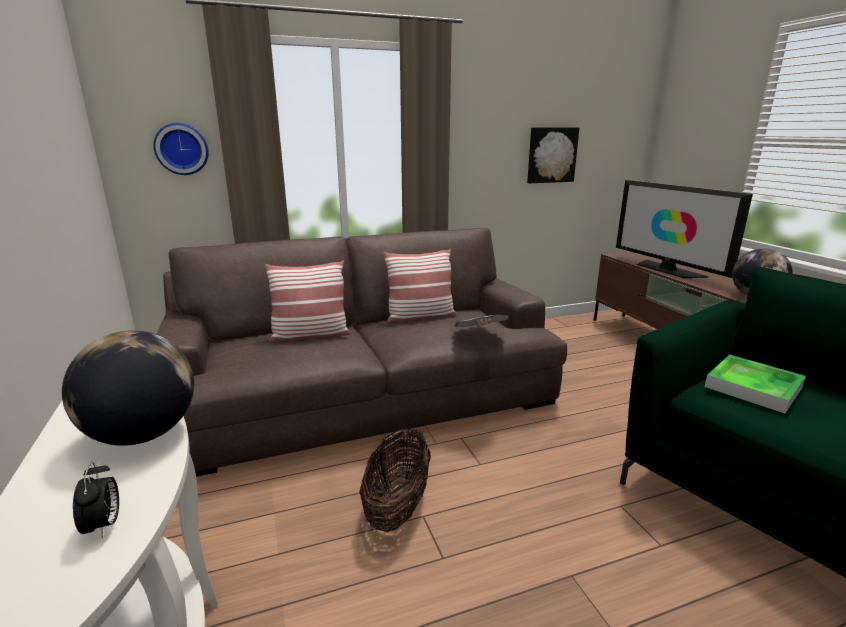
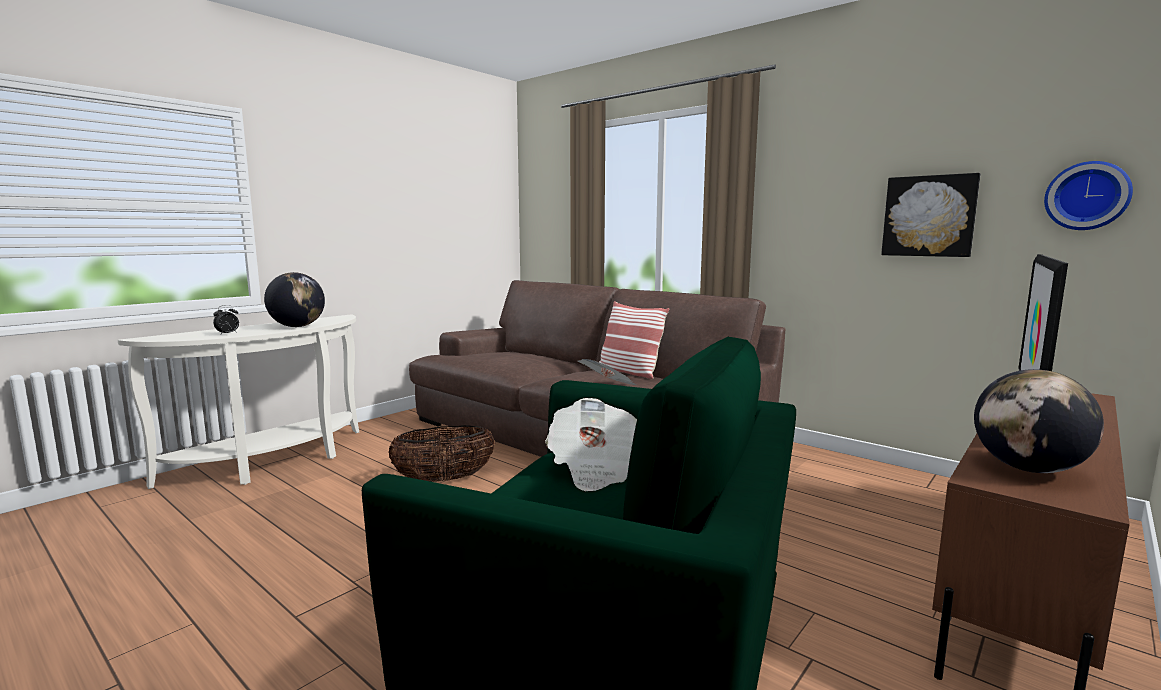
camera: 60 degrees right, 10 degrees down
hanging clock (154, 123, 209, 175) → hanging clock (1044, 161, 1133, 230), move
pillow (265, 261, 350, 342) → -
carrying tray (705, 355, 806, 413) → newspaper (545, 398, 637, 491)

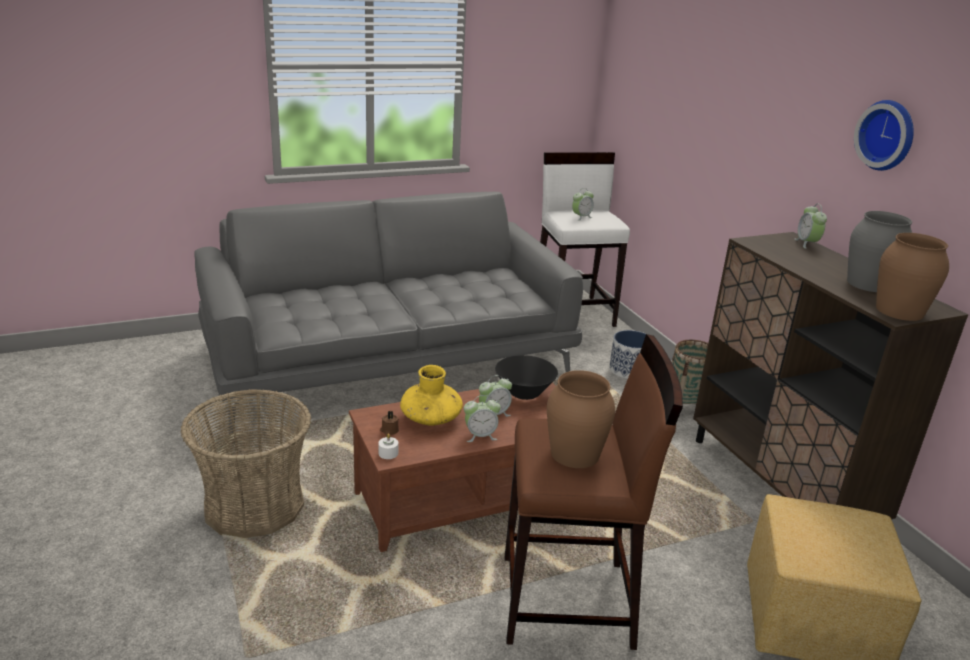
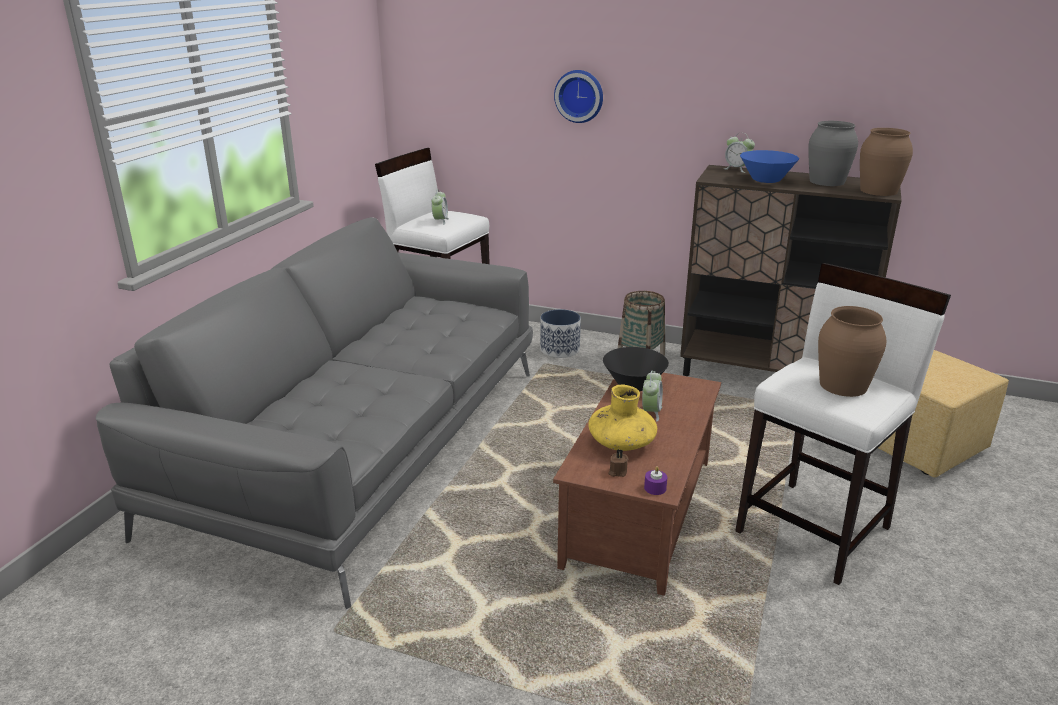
camera: 45 degrees left, 0 degrees up
household basket (180, 389, 311, 538) → -
wax light in white-coloured (378, 433, 398, 459) → wax light in purplish (644, 466, 667, 495)
table clock (464, 395, 501, 442) → -
sitting stool in brown (505, 334, 683, 650) → sitting stool in white-coloured (735, 263, 951, 585)
hanging clock (854, 100, 914, 171) → hanging clock (554, 70, 603, 123), move
- → serving bowl in blue (740, 150, 799, 183)

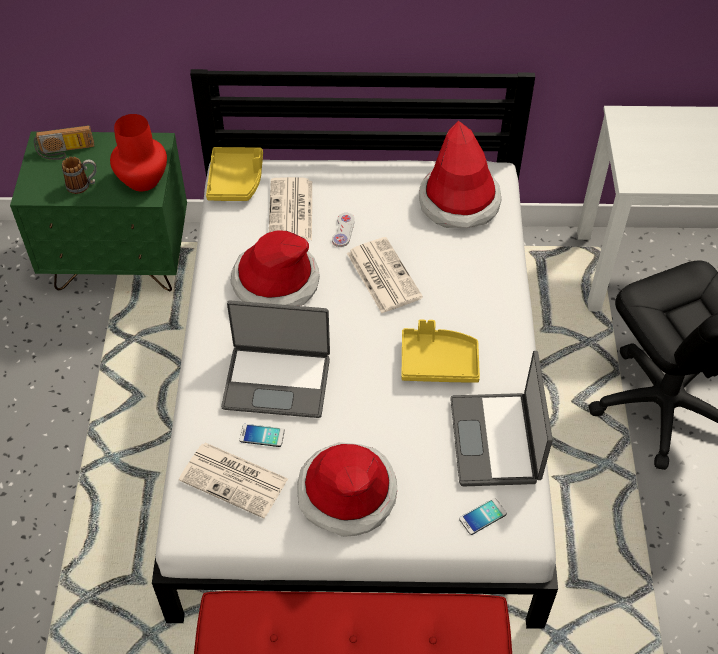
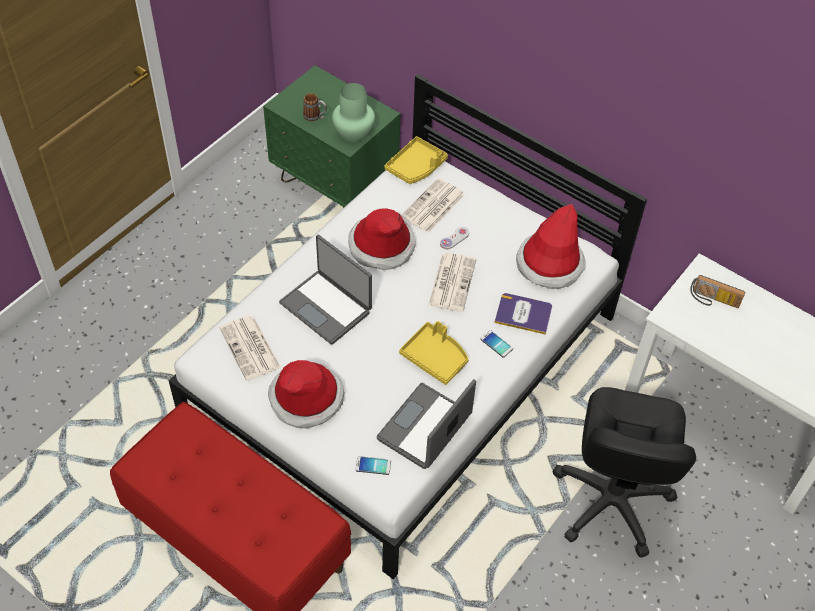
camera: 35 degrees right, 0 degrees up
radio (34, 125, 94, 160) → radio (690, 275, 745, 308), move
vase in reddish (110, 114, 167, 191) → vase in green-coloured (332, 83, 375, 142)
phone (239, 424, 285, 447) → phone (481, 330, 513, 358), move
- → book (494, 293, 552, 335)

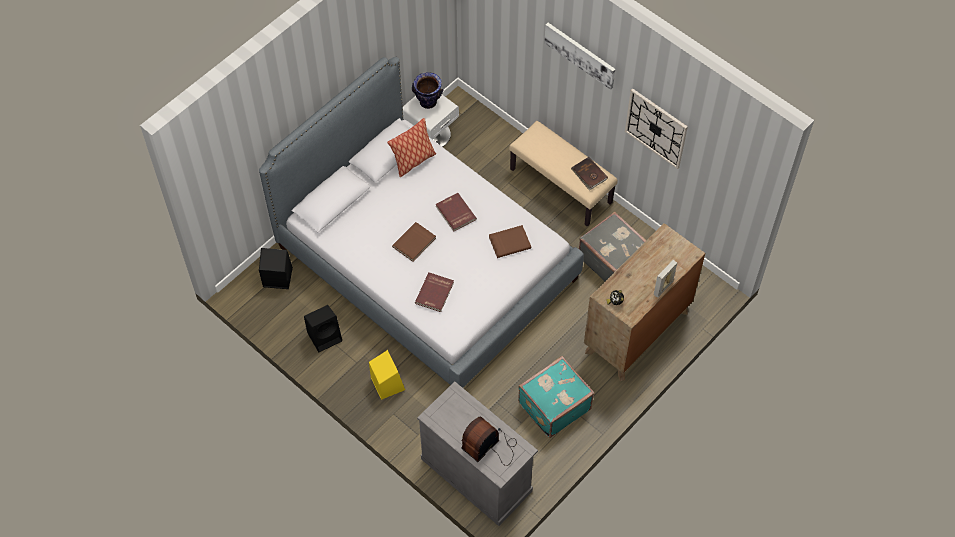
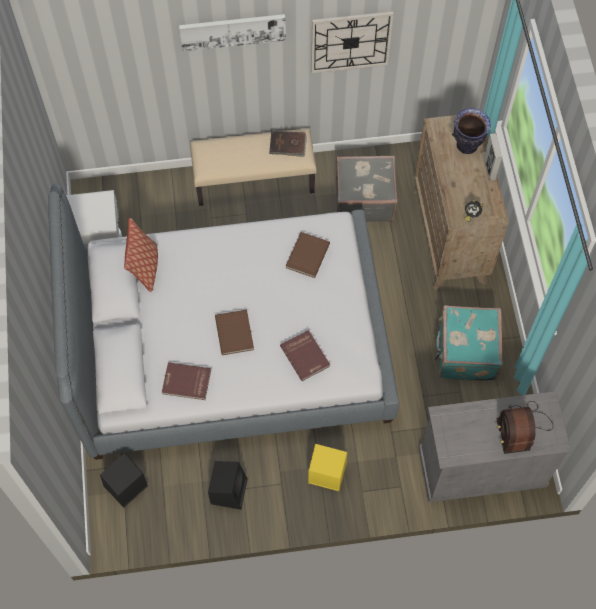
camera: 50 degrees left, 5 degrees up
vase (412, 72, 444, 109) → vase (452, 108, 491, 154), move
book in reddish (436, 193, 477, 231) → book in reddish (162, 362, 211, 400), move

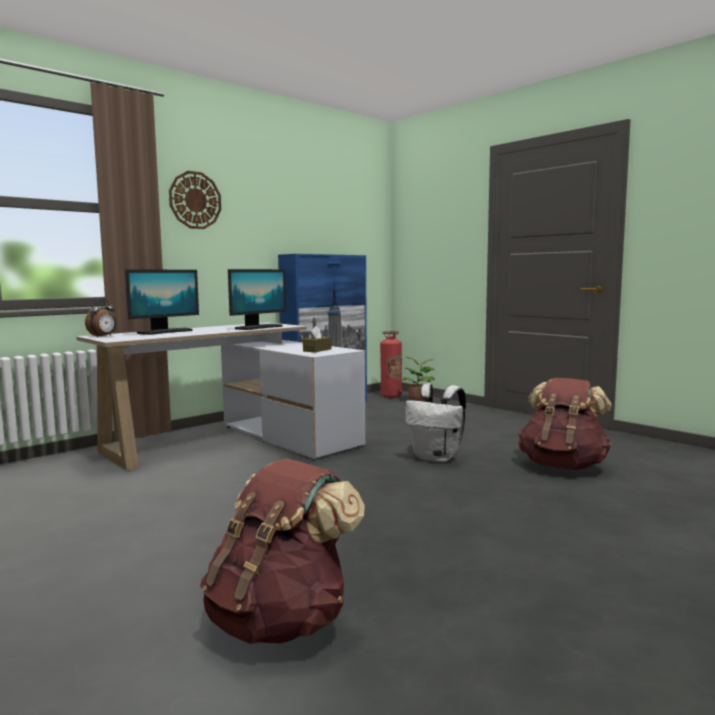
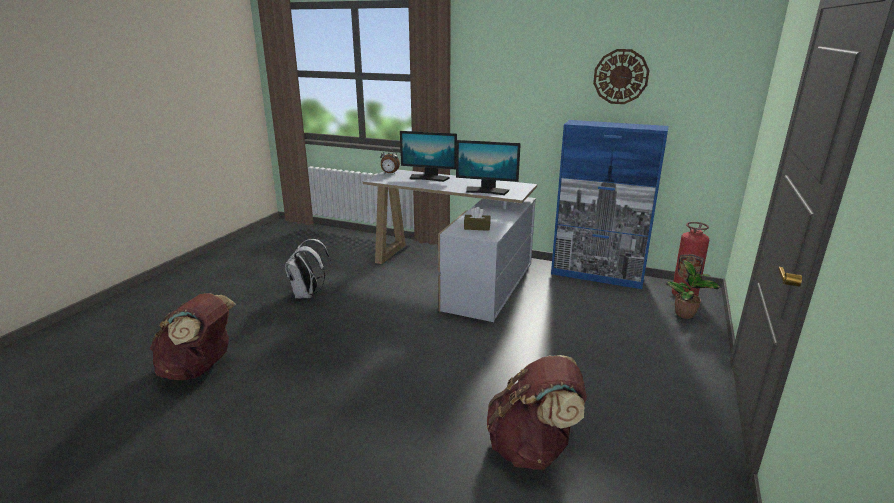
camera: 65 degrees right, 15 degrees up
hanging clock (169, 171, 221, 229) → hanging clock (593, 49, 649, 104), move
rucksack in white-coloured (405, 383, 466, 463) → rucksack in white-coloured (285, 239, 331, 299), move

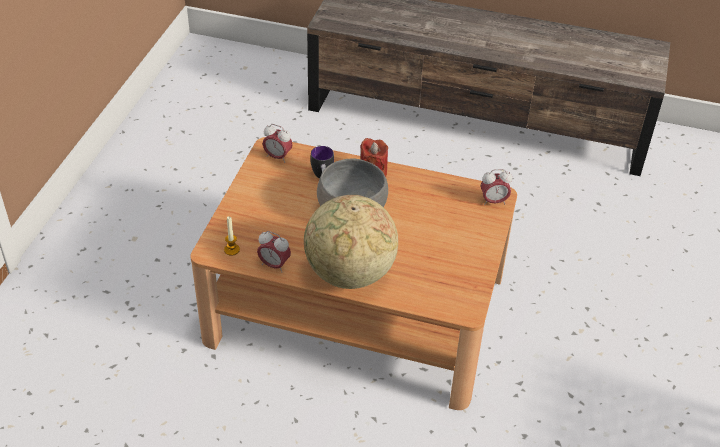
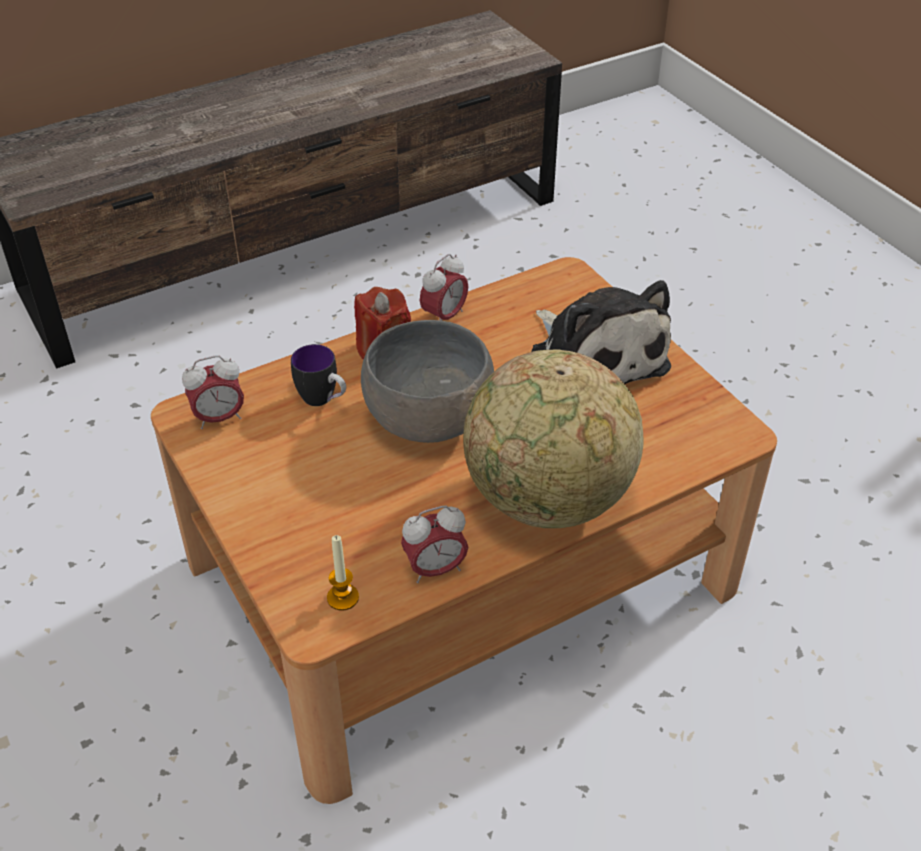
camera: 45 degrees left, 0 degrees up
table clock (481, 169, 512, 205) → table clock (420, 254, 469, 321), move
- → cuddly toy (531, 280, 671, 384)

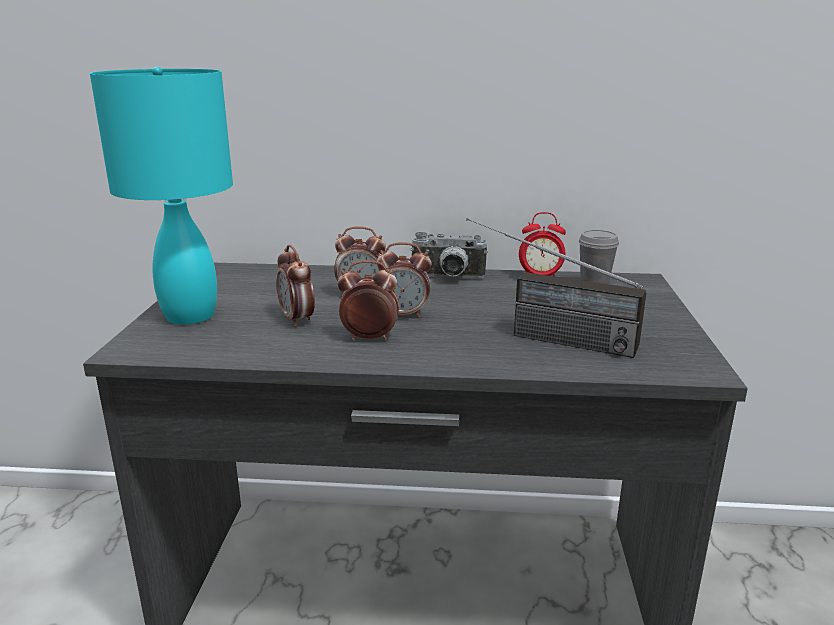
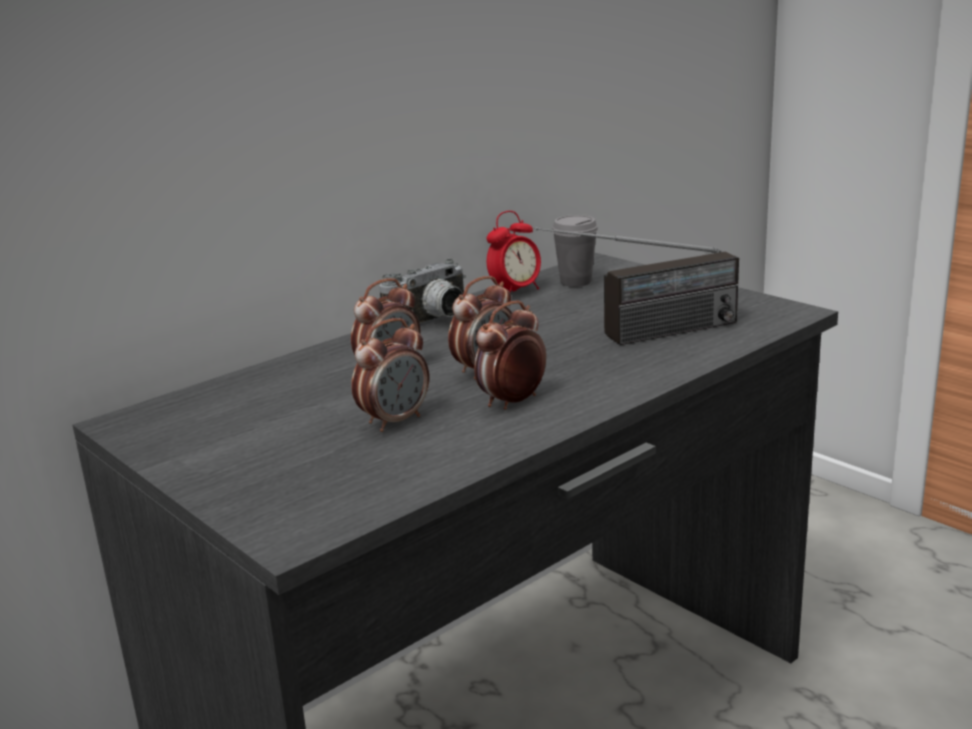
camera: 45 degrees left, 0 degrees up
lamp for a table in turquoise (90, 67, 233, 325) → -
table clock (276, 245, 315, 327) → table clock (351, 318, 429, 432), 60 degrees counterclockwise

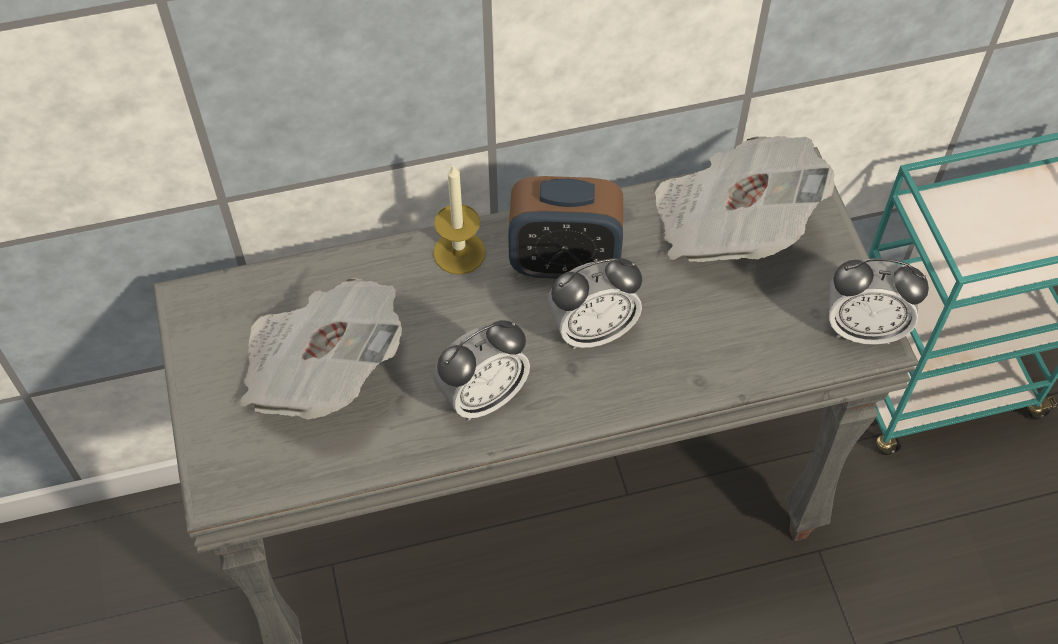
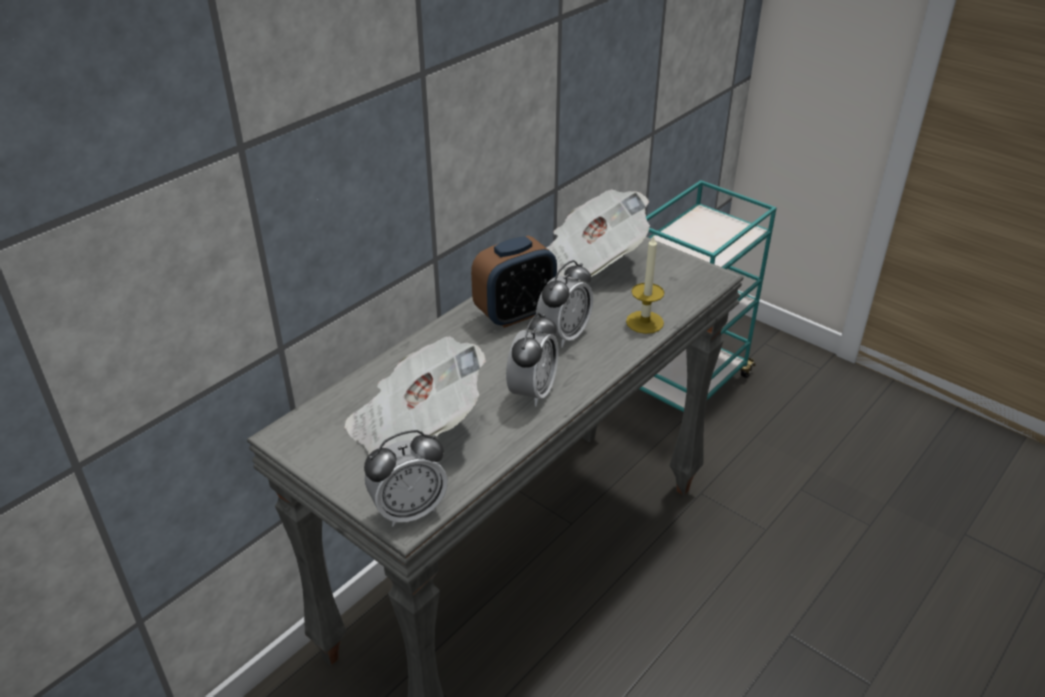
camera: 35 degrees left, 20 degrees down
wax light (433, 165, 486, 275) → wax light (626, 235, 664, 334), move
table clock (829, 258, 929, 345) → table clock (364, 430, 448, 527), move

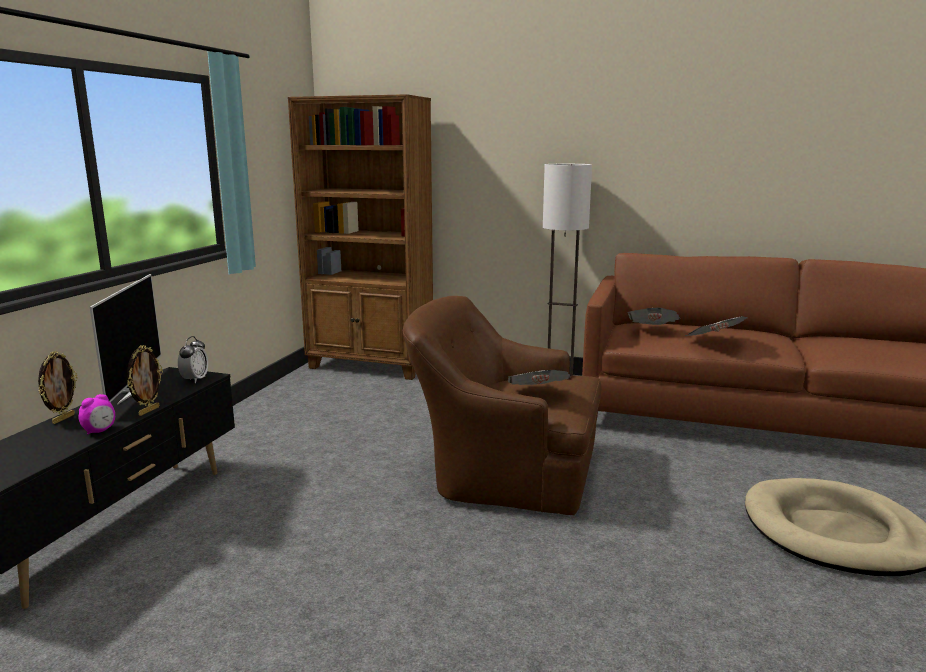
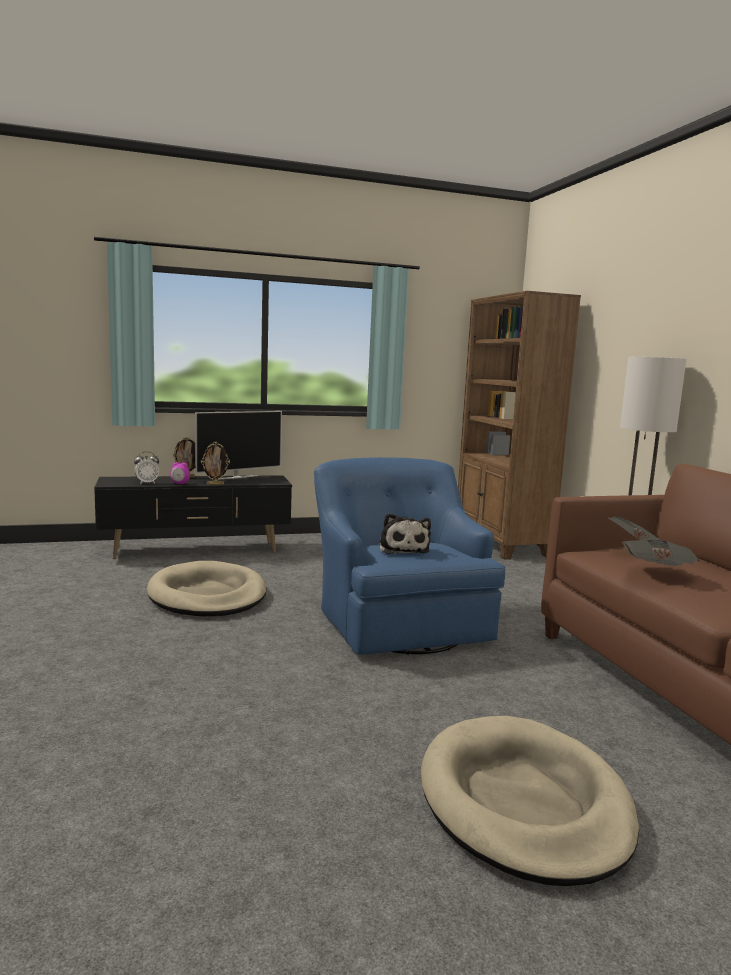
camera: 55 degrees right, 5 degrees down
table clock (178, 336, 208, 383) → table clock (134, 452, 159, 484), move
lounge chair in brown (403, 296, 601, 515) → lounge chair in blue (314, 457, 505, 655)
newspaper (508, 370, 571, 385) → cuddly toy (379, 513, 431, 554)
- → dog bed in beige (147, 561, 266, 616)

